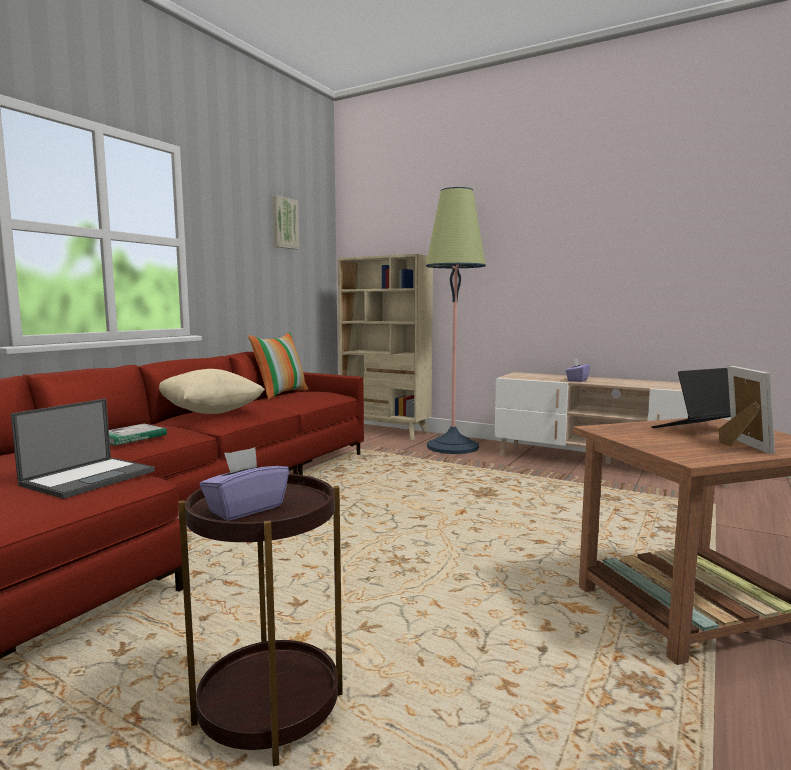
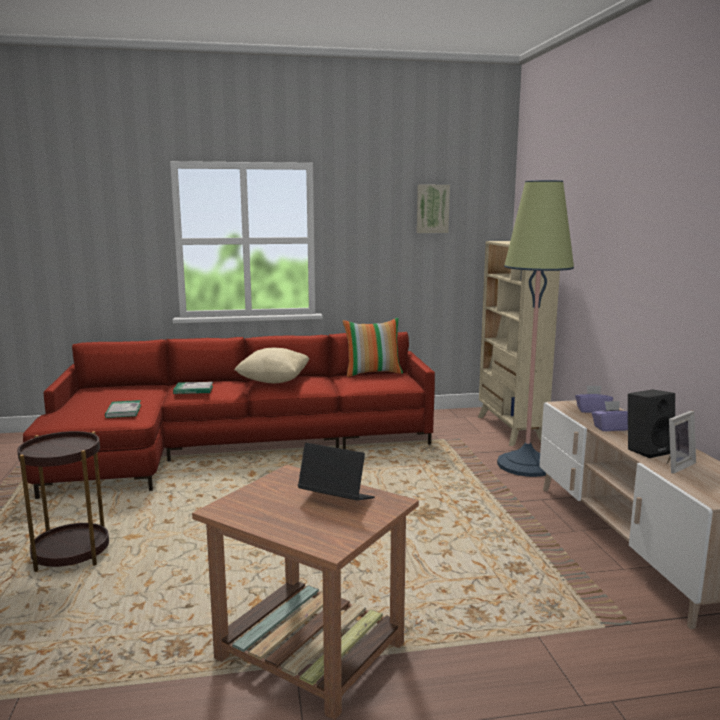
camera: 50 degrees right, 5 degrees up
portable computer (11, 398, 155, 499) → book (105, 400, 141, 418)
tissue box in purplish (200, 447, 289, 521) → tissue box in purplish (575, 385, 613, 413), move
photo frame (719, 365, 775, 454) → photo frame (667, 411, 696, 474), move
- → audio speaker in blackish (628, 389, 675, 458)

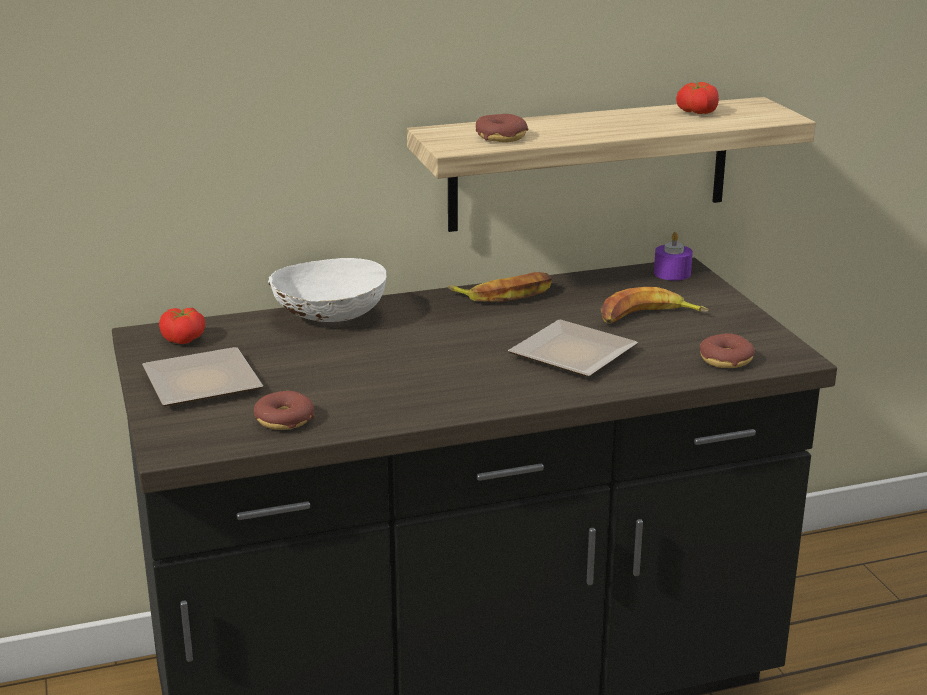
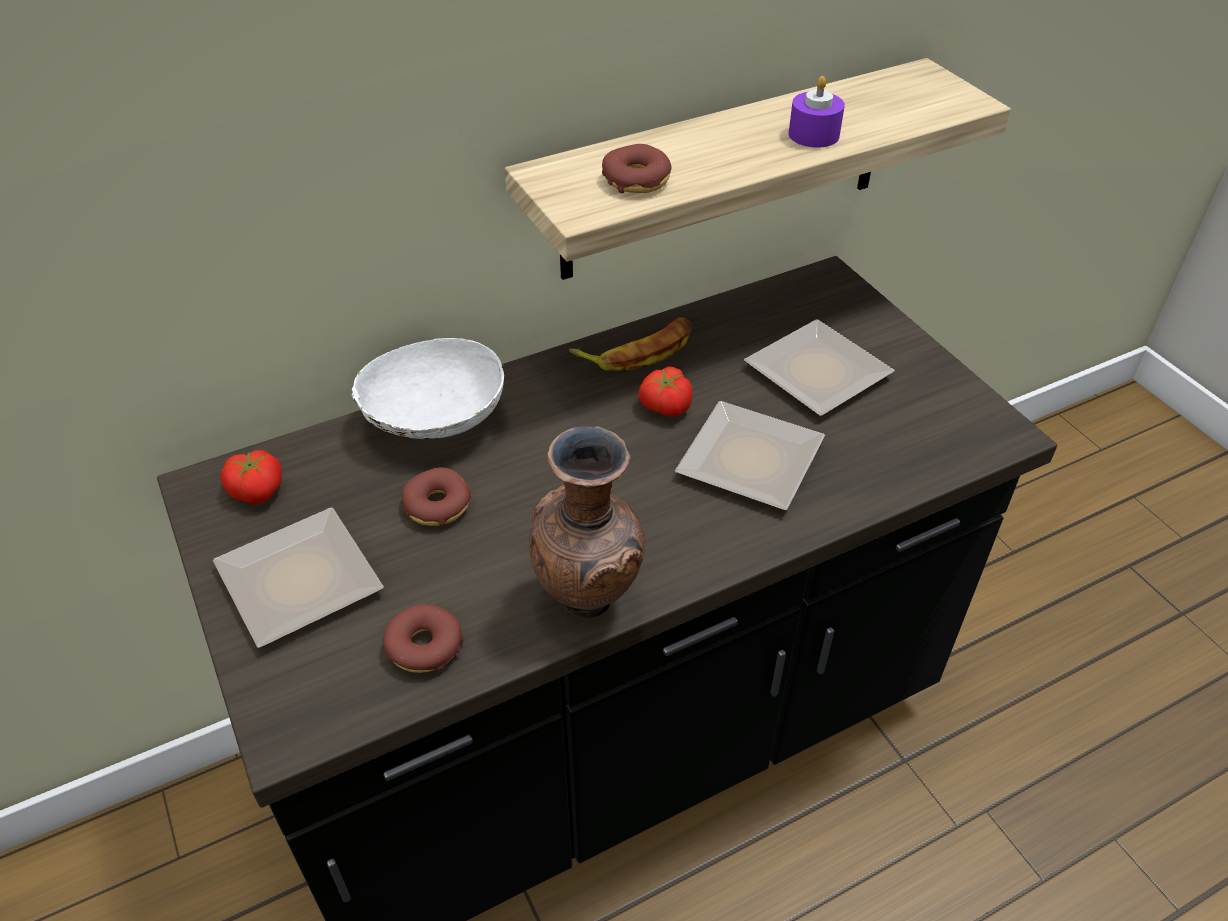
camera: 10 degrees left, 20 degrees up
whole banana (601, 287, 709, 324) → flat dish (744, 319, 894, 416)
wax light in purplish (654, 232, 693, 281) → wax light in purplish (788, 76, 845, 148), move
fresh tomato (676, 82, 719, 114) → fresh tomato (639, 367, 693, 416), move
ring doughnut (700, 333, 755, 368) → ring doughnut (402, 467, 471, 526), move
- → vase in brown (529, 426, 645, 620)

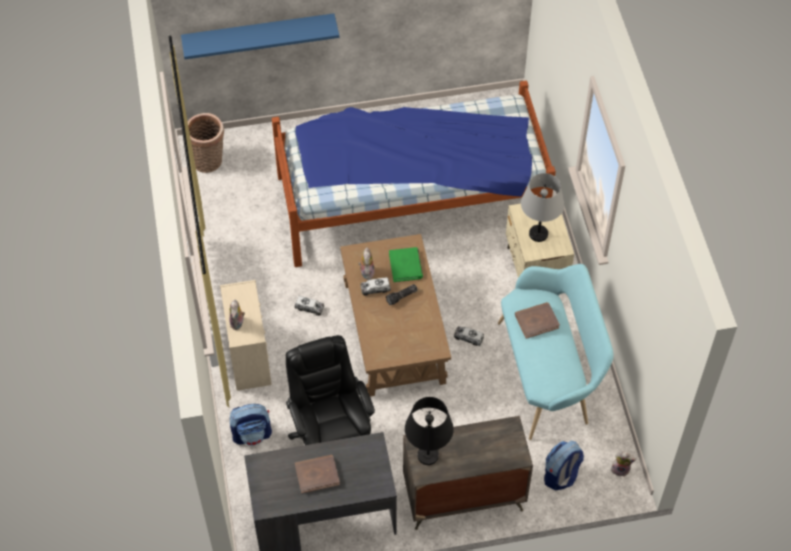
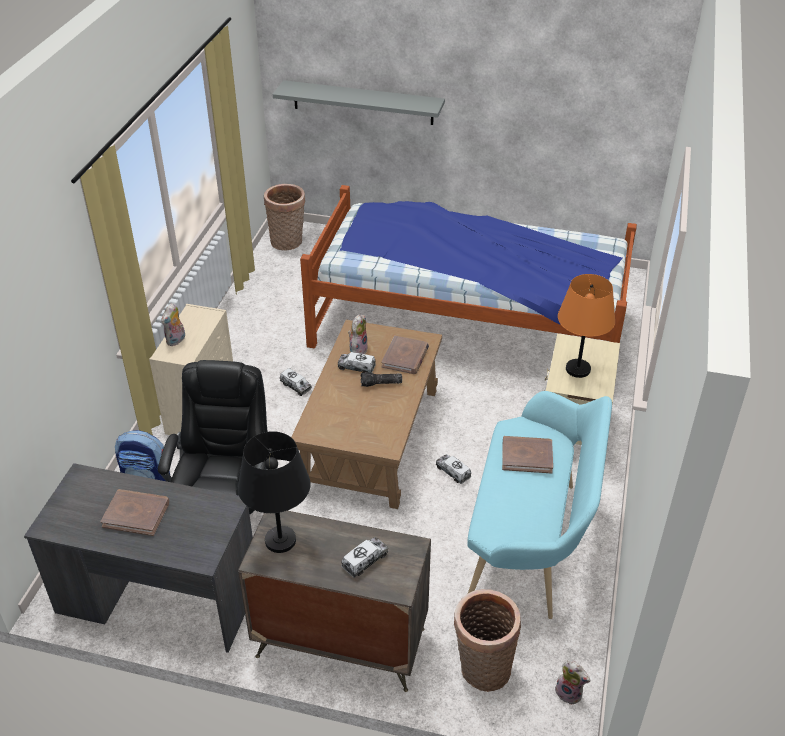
camera: 25 degrees right, 15 degrees down
shelf in blue (181, 13, 339, 59) → shelf in gray (273, 80, 445, 125)
book in green-coloured (389, 247, 423, 282) → book in brown (382, 336, 429, 374)
lamp for a table in gray (521, 173, 564, 242) → lamp for a table in orange (558, 274, 615, 378)
rucksack (544, 441, 584, 490) → household basket (454, 589, 521, 692)
- → model truck (341, 537, 389, 578)

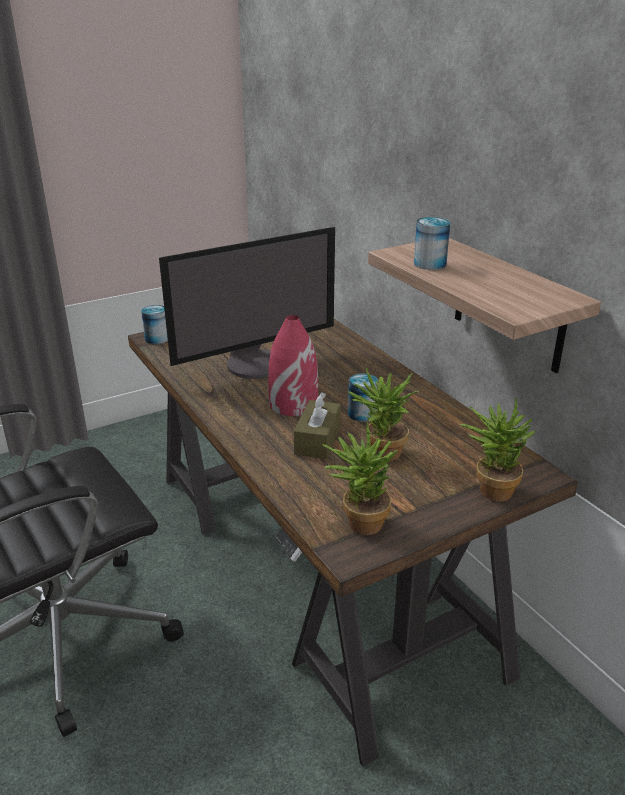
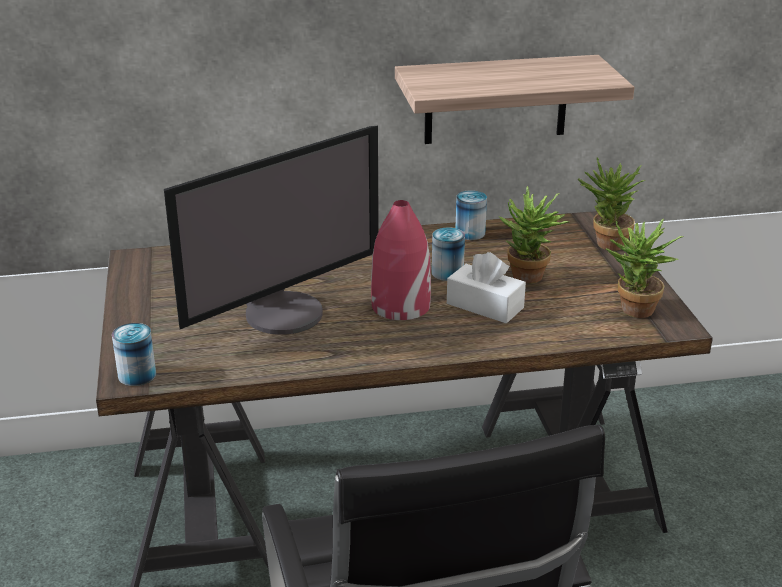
camera: 70 degrees left, 0 degrees up
computer screen (159, 227, 335, 379) → computer screen (164, 126, 379, 335), 60 degrees clockwise
tissue box in brown (294, 392, 341, 459) → tissue box in white-coloured (447, 252, 526, 323)
can (414, 217, 450, 270) → can (456, 190, 487, 240), move

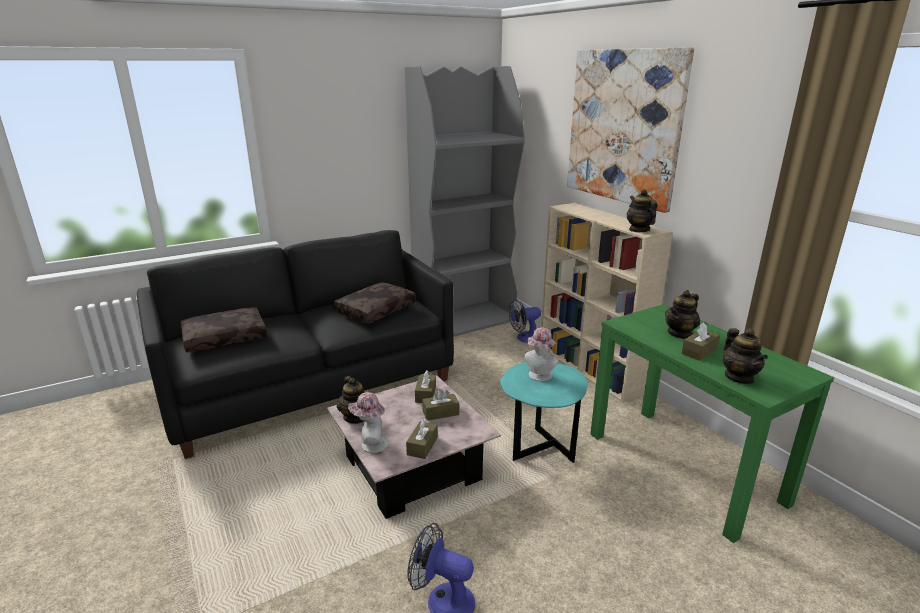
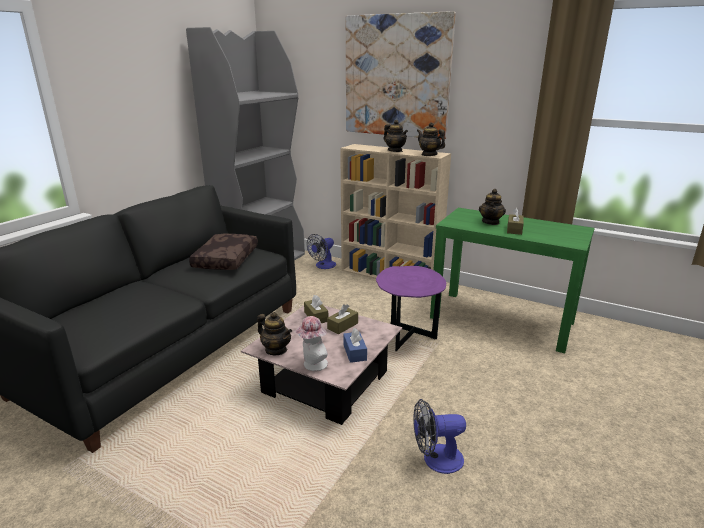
camera: 30 degrees left, 0 degrees up
pillow in brown (181, 307, 267, 352) → -
tissue box in brown (406, 419, 438, 459) → tissue box in blue (343, 328, 367, 363)
accent table in turquoise (500, 362, 587, 463) → accent table in purplish (376, 266, 446, 351)
clothing hat (525, 327, 559, 381) → -
pot for tea (723, 328, 768, 384) → pot for tea (384, 120, 408, 152), move

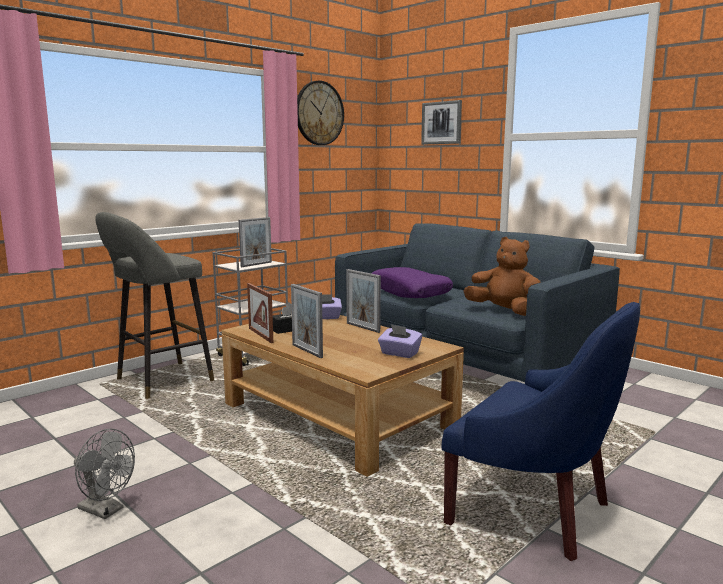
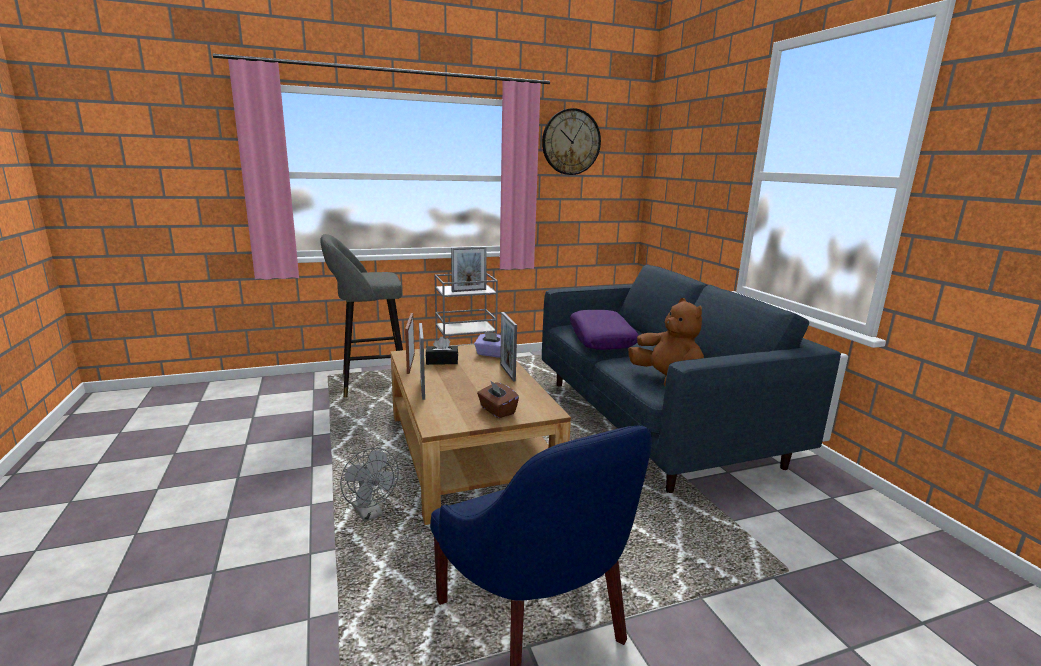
camera: 25 degrees right, 5 degrees up
fan in gray (74, 428, 135, 519) → fan in gray (340, 448, 399, 522), move
tissue box in purplish (378, 324, 422, 358) → tissue box in brown (477, 380, 519, 418)
picture (421, 100, 462, 144) → -

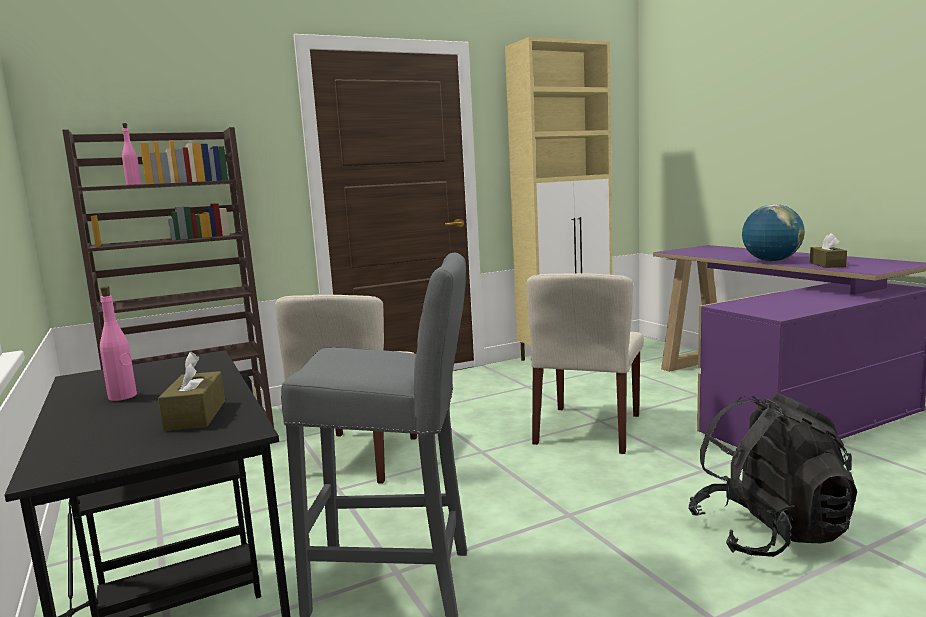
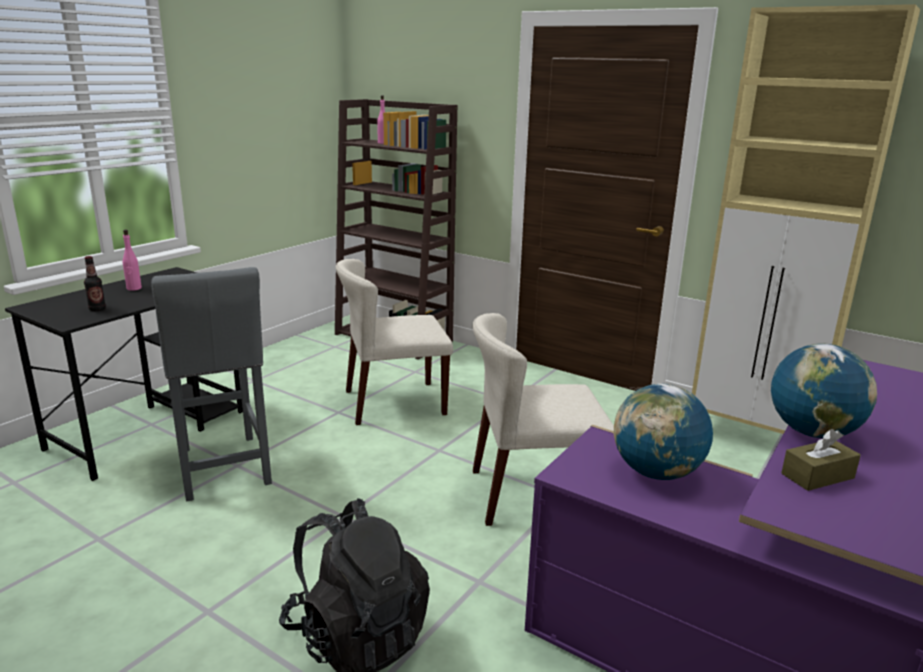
camera: 60 degrees right, 10 degrees up
tissue box in brown (158, 352, 225, 431) → drink bottle (84, 256, 106, 311)
- → globe (614, 383, 713, 480)

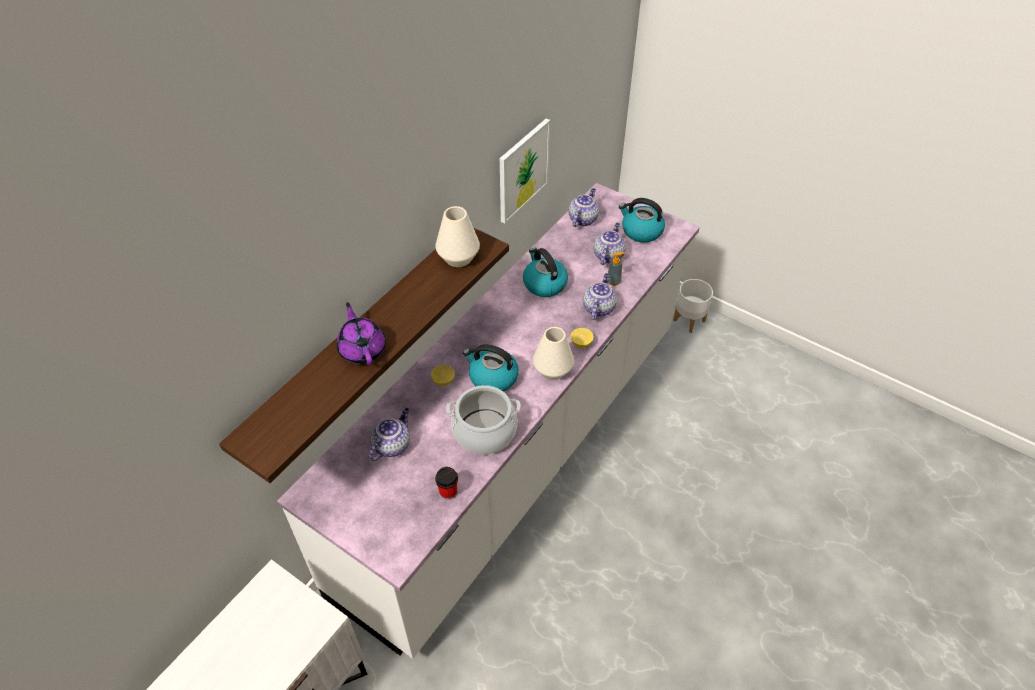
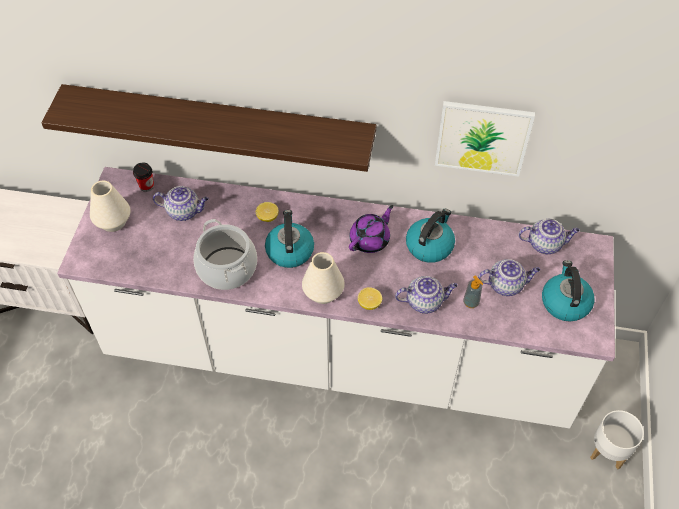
camera: 65 degrees right, 5 degrees up
pot for tea in purplish (337, 302, 386, 365) → pot for tea in purplish (349, 205, 393, 253), move
vase in white-coloured (435, 206, 480, 267) → vase in white-coloured (90, 181, 131, 232), move
small cup (435, 467, 458, 500) → small cup (133, 163, 154, 192), move

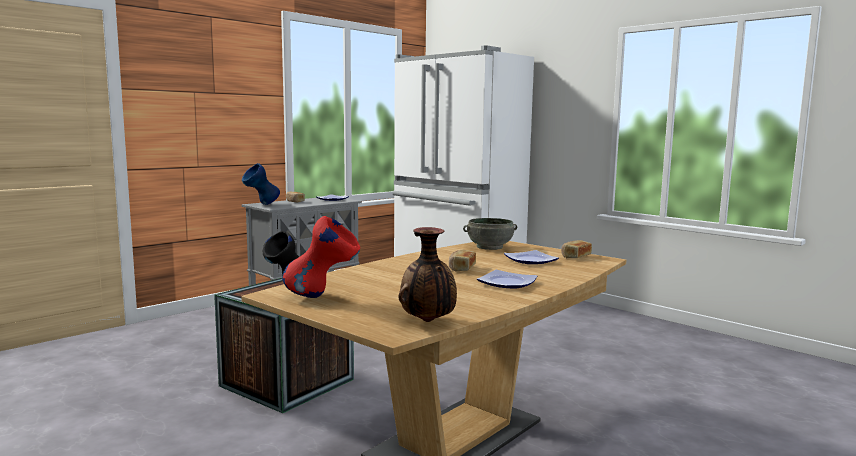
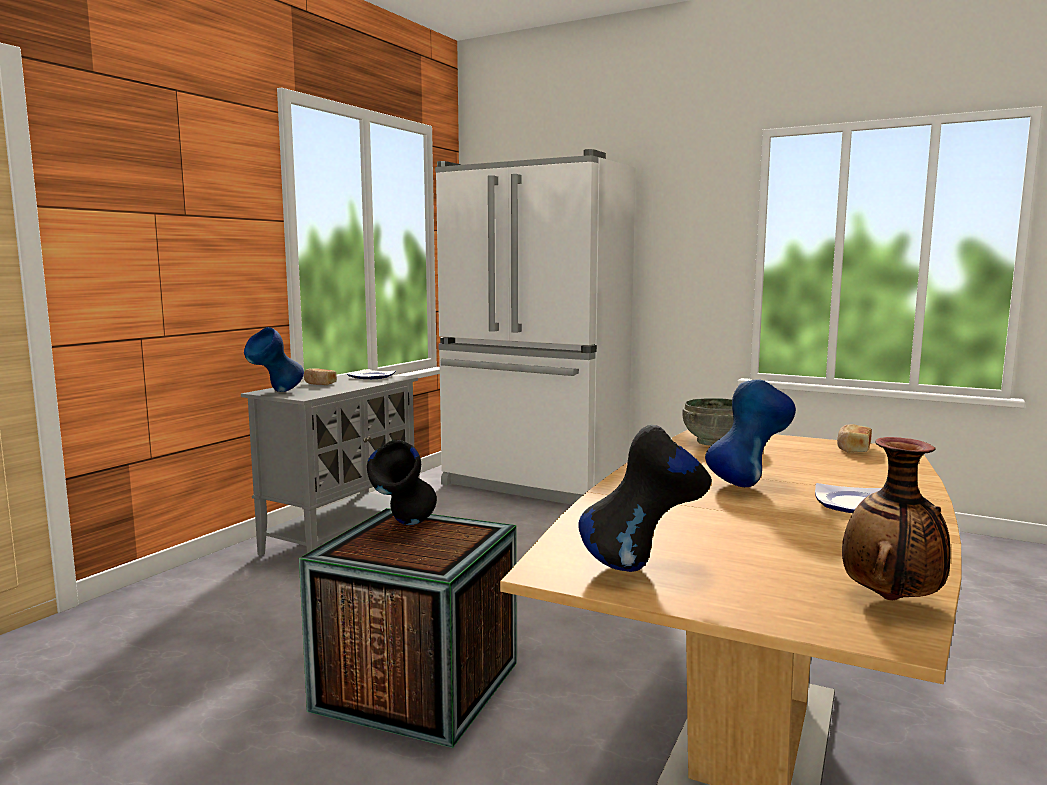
camera: 15 degrees left, 0 degrees up
vase in reddish (282, 216, 360, 298) → vase in blackish (578, 425, 712, 572)
bakery bread (449, 249, 476, 271) → vase in blue (705, 379, 796, 487)
flat dish (504, 250, 559, 264) → -

